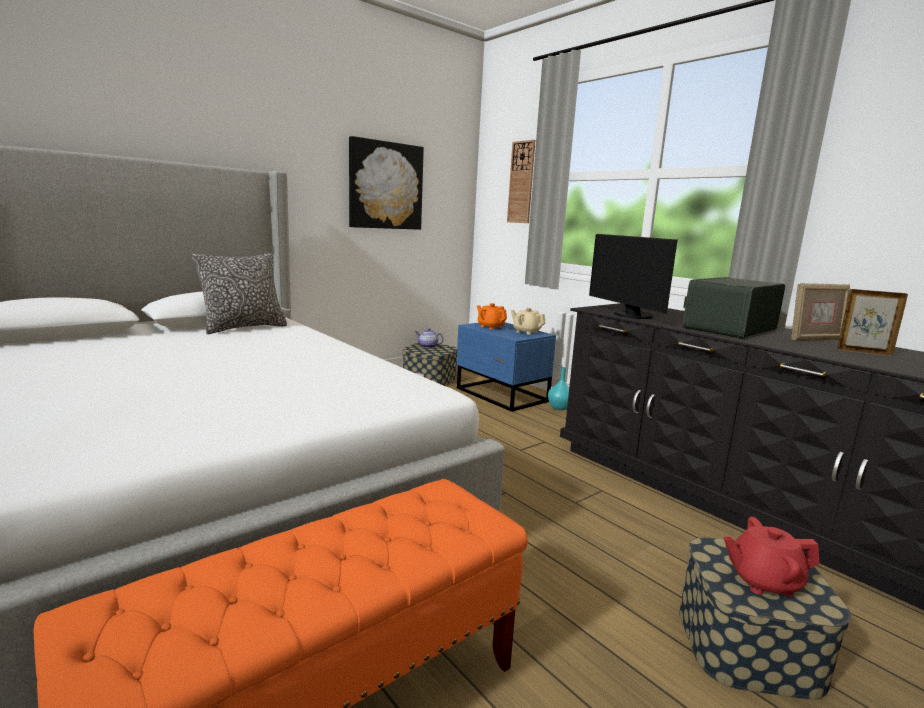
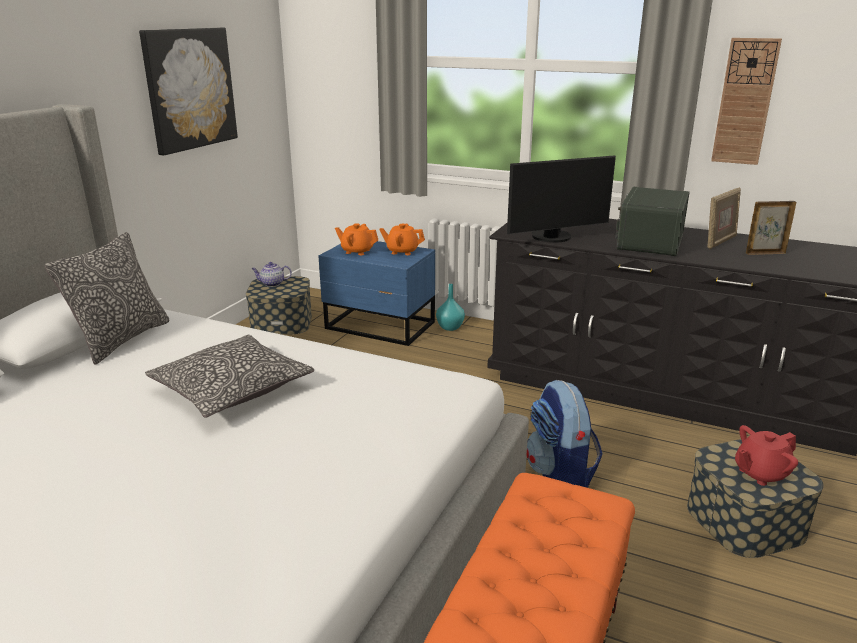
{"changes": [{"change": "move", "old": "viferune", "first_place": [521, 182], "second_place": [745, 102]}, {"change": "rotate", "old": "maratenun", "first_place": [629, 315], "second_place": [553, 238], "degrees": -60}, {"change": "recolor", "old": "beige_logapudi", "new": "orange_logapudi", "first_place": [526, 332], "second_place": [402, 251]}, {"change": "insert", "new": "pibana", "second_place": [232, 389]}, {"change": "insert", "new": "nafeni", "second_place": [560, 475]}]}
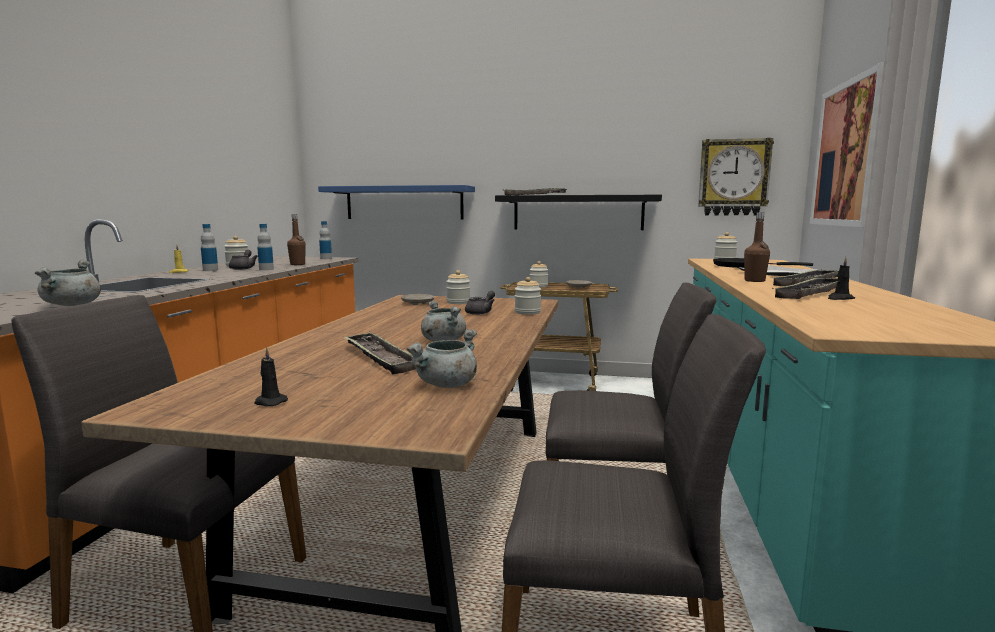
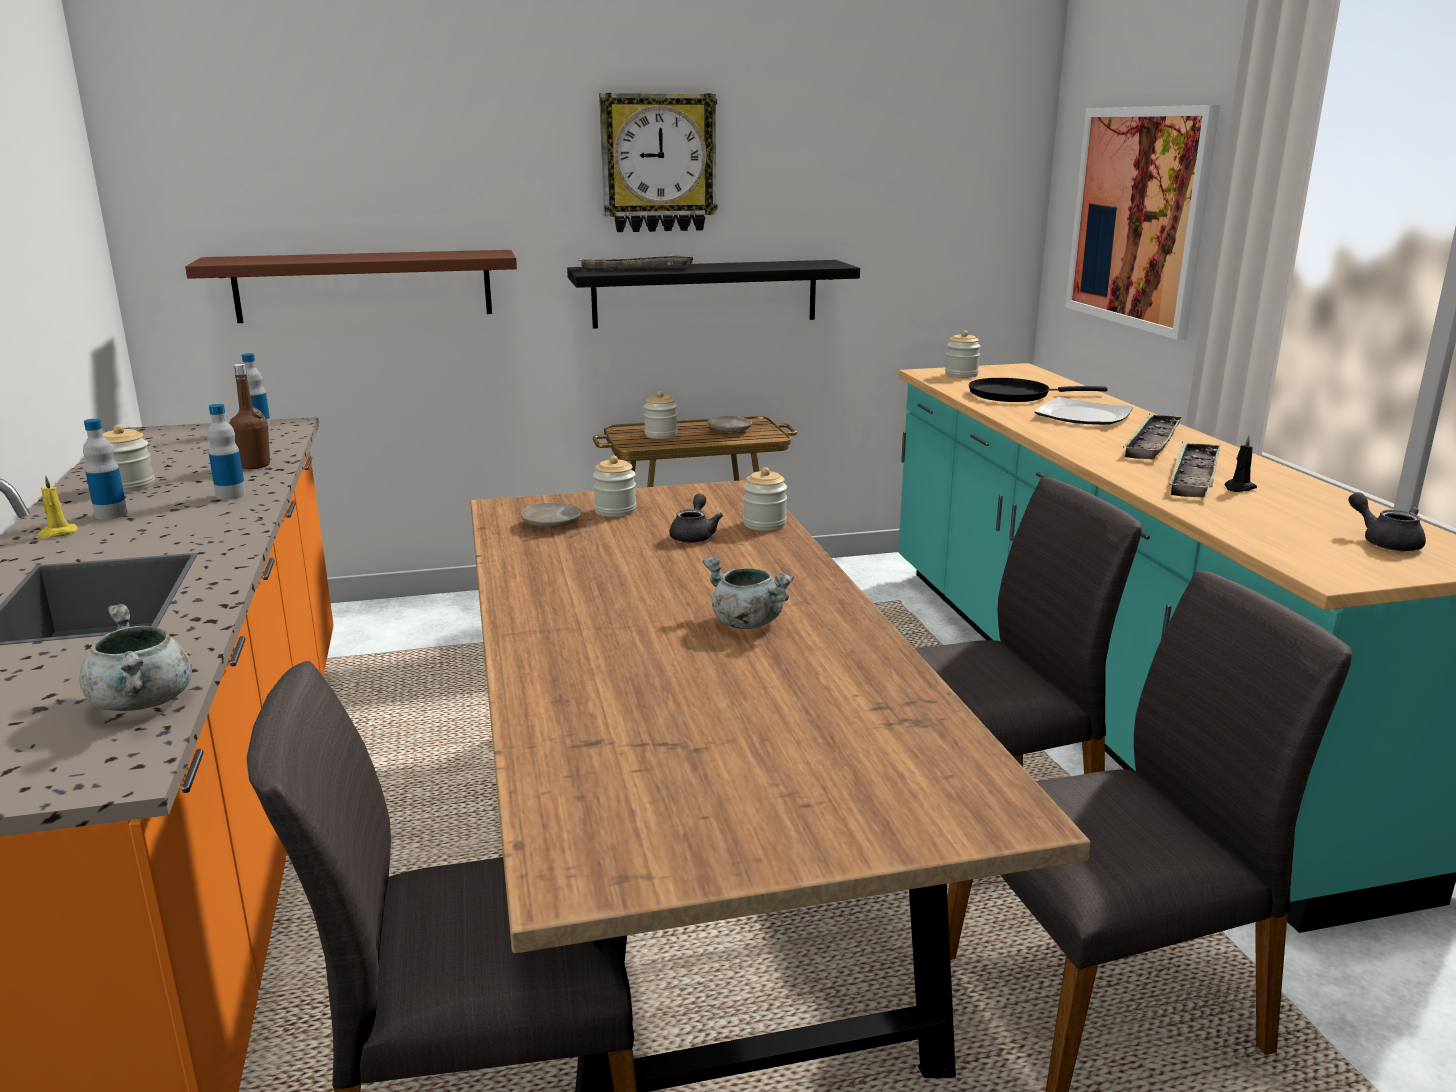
{"changes": [{"change": "move", "old": "viferune", "first_place": [733, 177], "second_place": [658, 163]}, {"change": "recolor", "old": "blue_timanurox", "new": "brown_timanurox", "first_place": [404, 203], "second_place": [364, 286]}, {"change": "delete", "old": "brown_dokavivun", "first_place": [754, 281]}, {"change": "move", "old": "grey_logapudi", "first_place": [243, 268], "second_place": [1385, 542]}, {"change": "delete", "old": "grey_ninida", "first_place": [446, 385]}, {"change": "delete", "old": "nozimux", "first_place": [380, 358]}, {"change": "delete", "old": "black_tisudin", "first_place": [269, 402]}]}
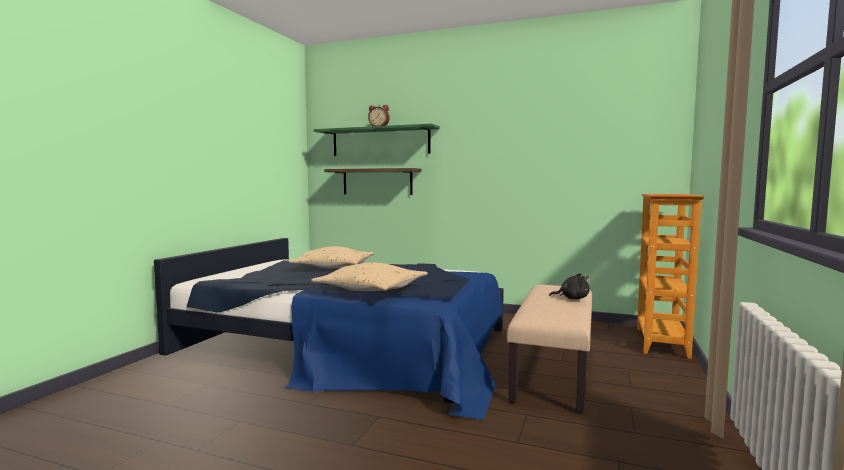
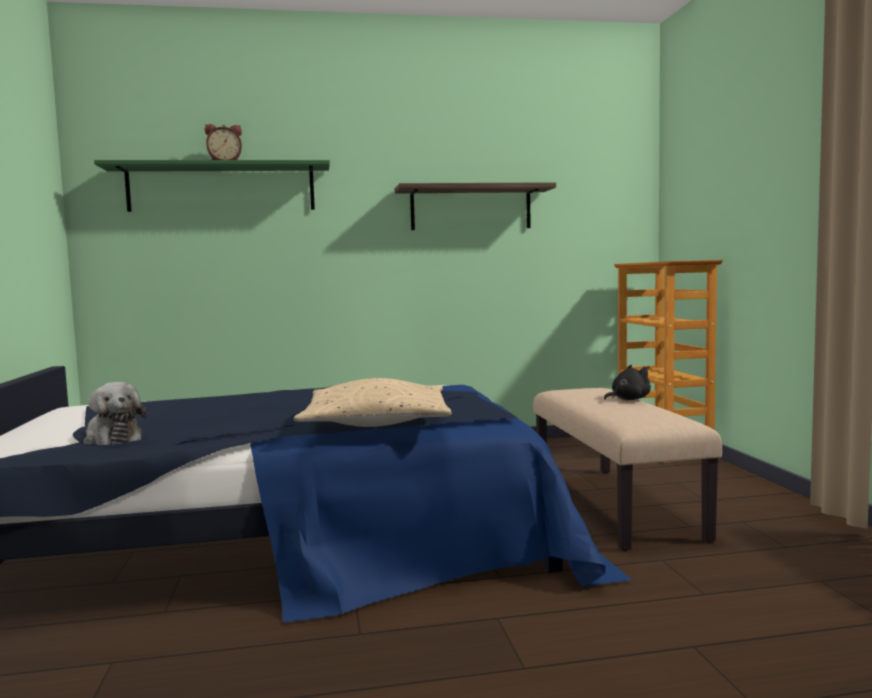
{"changes": [{"change": "move", "old": "timanurox", "first_place": [377, 181], "second_place": [471, 208]}, {"change": "delete", "old": "beige_pibana", "first_place": [334, 267]}, {"change": "insert", "new": "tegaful", "second_place": [112, 438]}]}
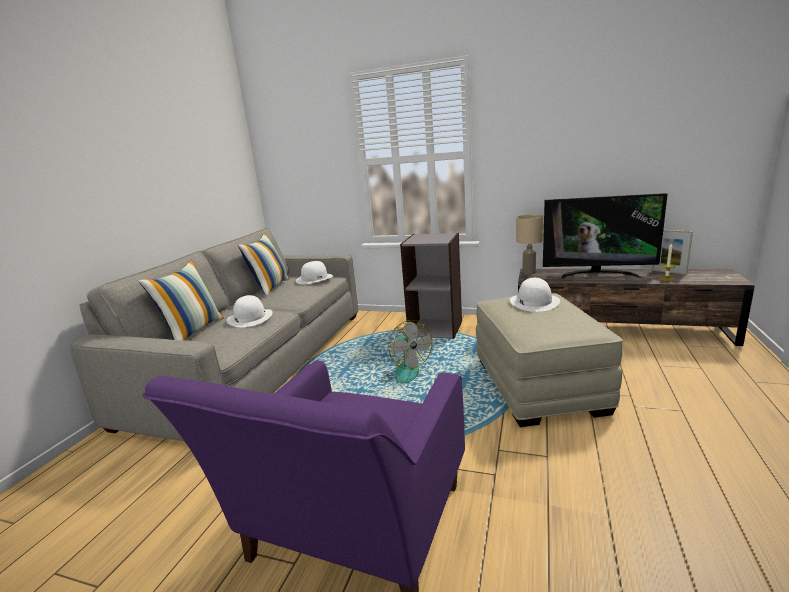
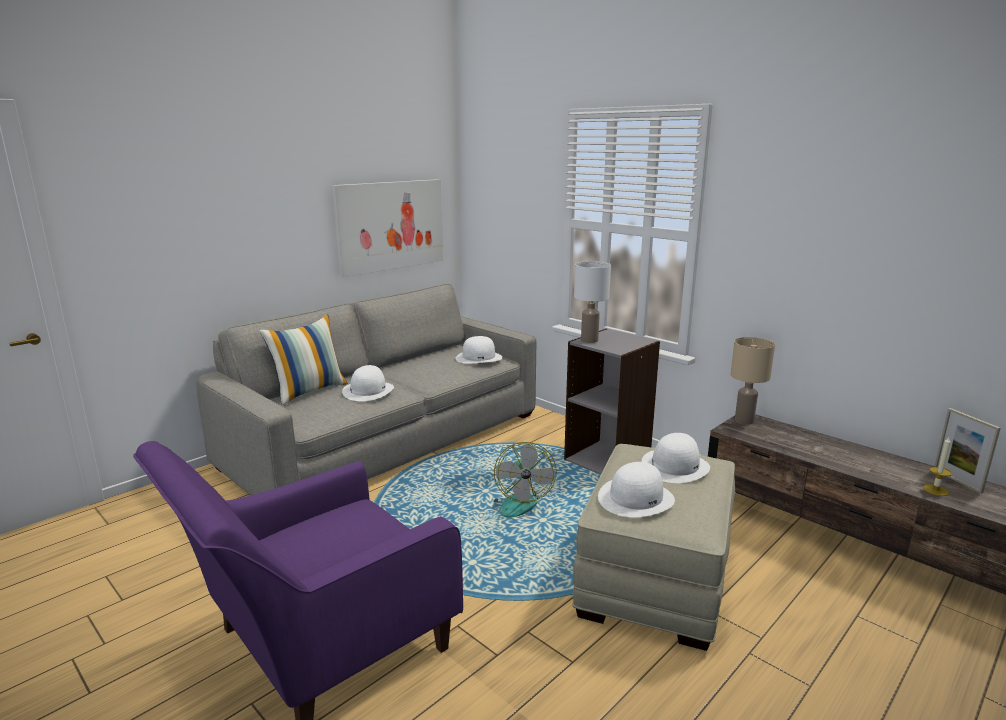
{"changes": [{"change": "delete", "old": "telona", "first_place": [597, 274]}, {"change": "delete", "old": "pibana", "first_place": [270, 287]}, {"change": "insert", "new": "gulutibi", "second_place": [390, 225]}, {"change": "insert", "new": "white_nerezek", "second_place": [590, 340]}, {"change": "insert", "new": "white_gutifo", "second_place": [636, 498]}]}
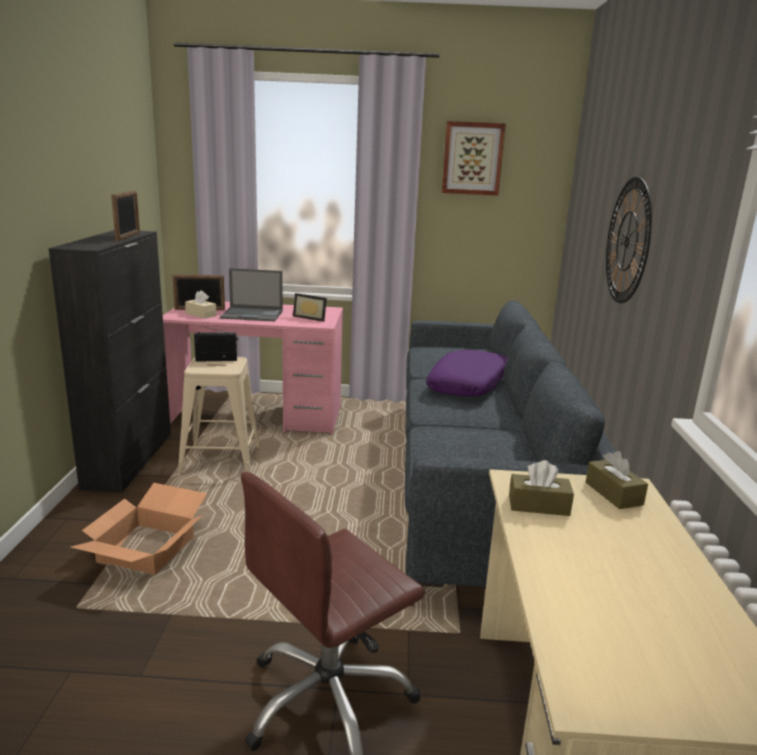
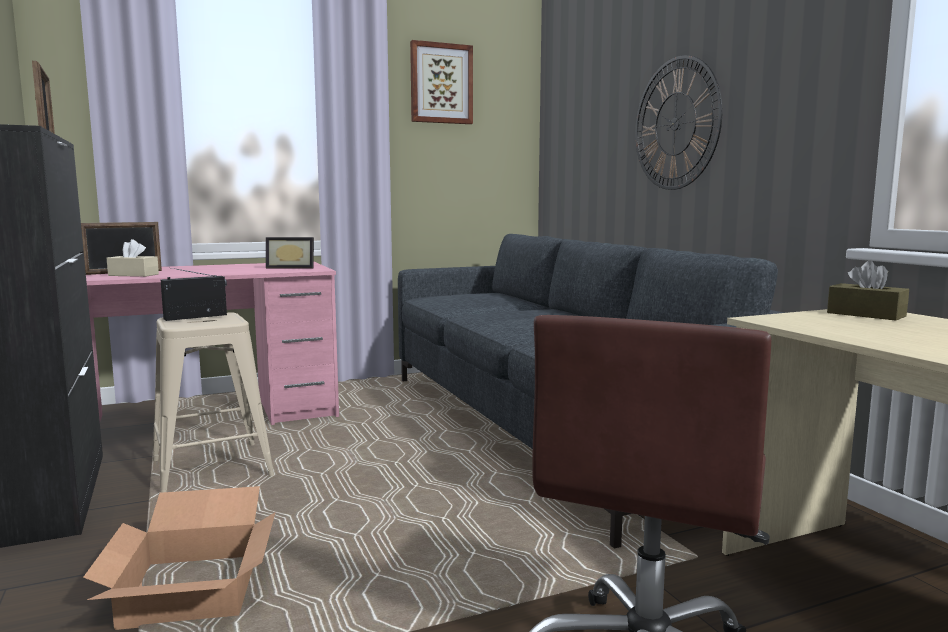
{"changes": [{"change": "delete", "old": "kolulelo", "first_place": [253, 315]}, {"change": "delete", "old": "purple_pibana", "first_place": [469, 384]}, {"change": "delete", "old": "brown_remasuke", "first_place": [538, 505]}]}
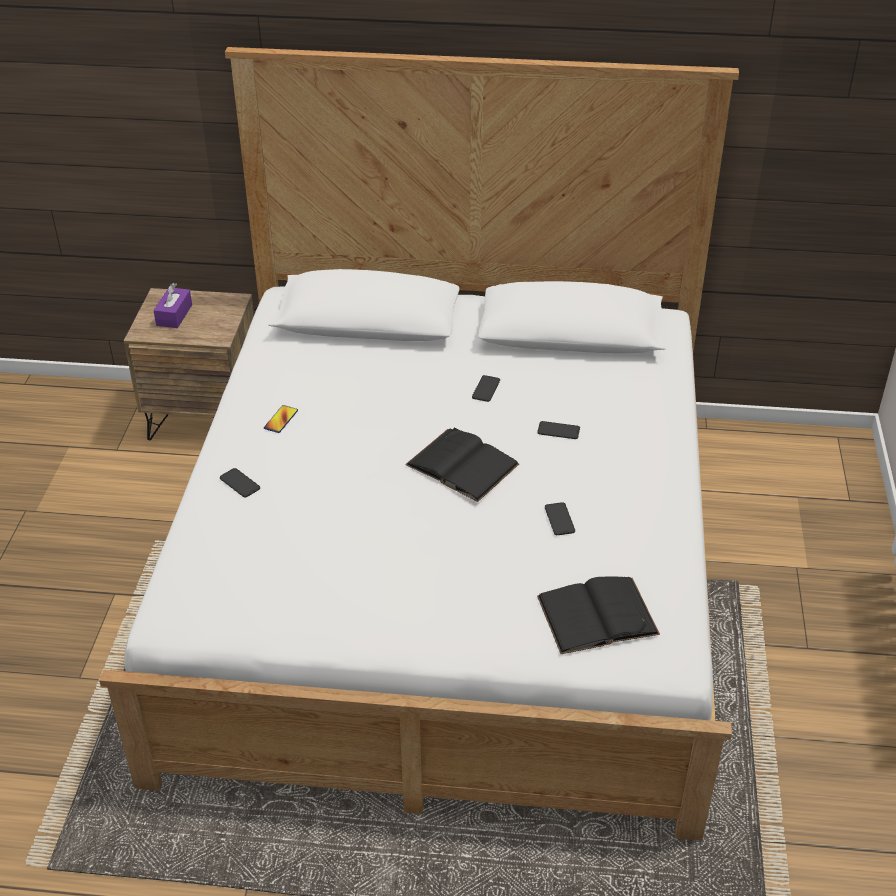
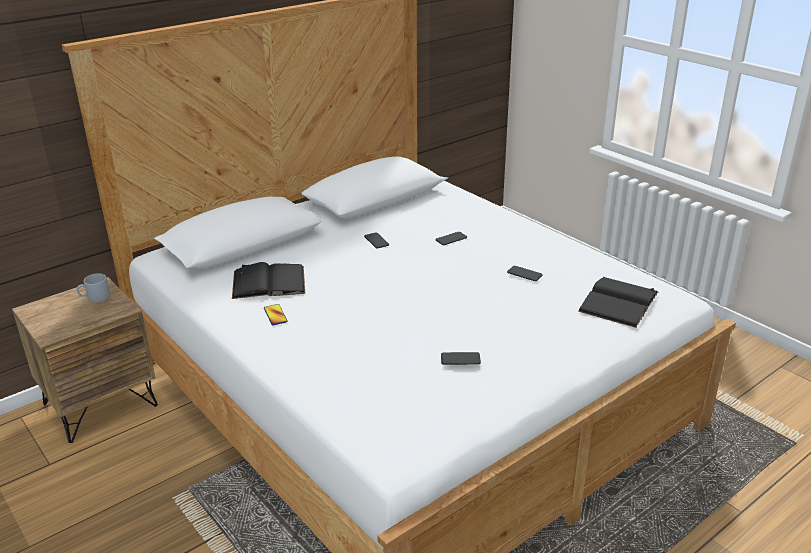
{"changes": [{"change": "delete", "old": "purple_remasuke", "first_place": [174, 315]}, {"change": "move", "old": "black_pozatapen", "first_place": [462, 464], "second_place": [268, 282]}, {"change": "move", "old": "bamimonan", "first_place": [240, 483], "second_place": [460, 359]}, {"change": "insert", "new": "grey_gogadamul", "second_place": [95, 298]}]}
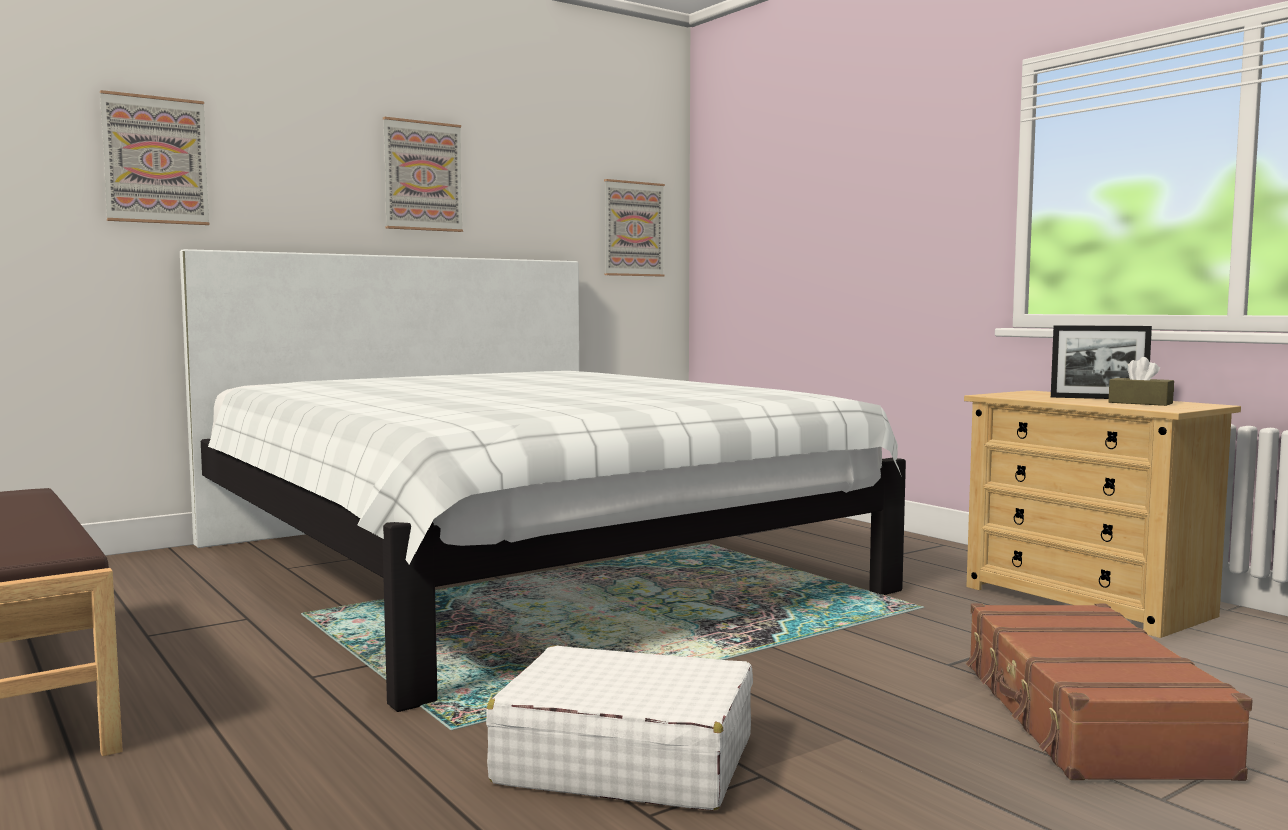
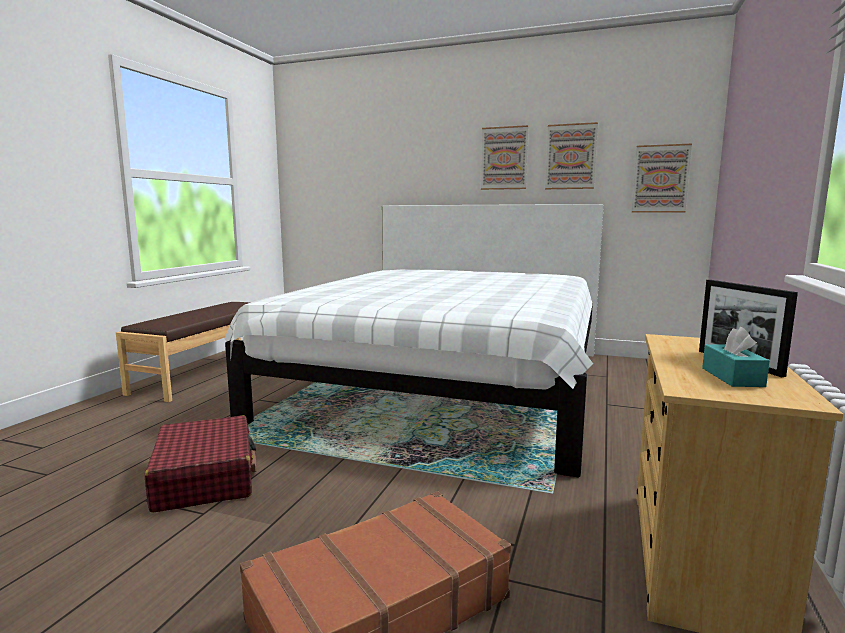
{"changes": [{"change": "move", "old": "gulutibi", "first_place": [155, 160], "second_place": [571, 156]}, {"change": "recolor", "old": "brown_remasuke", "new": "turquoise_remasuke", "first_place": [1140, 403], "second_place": [732, 377]}, {"change": "recolor", "old": "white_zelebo", "new": "red_zelebo", "first_place": [625, 760], "second_place": [205, 477]}]}
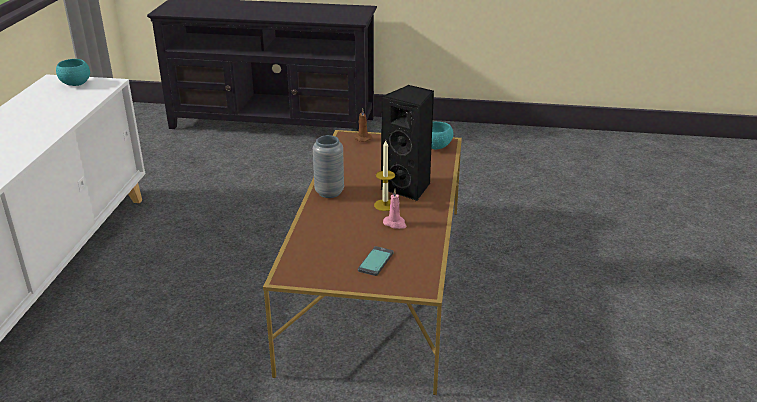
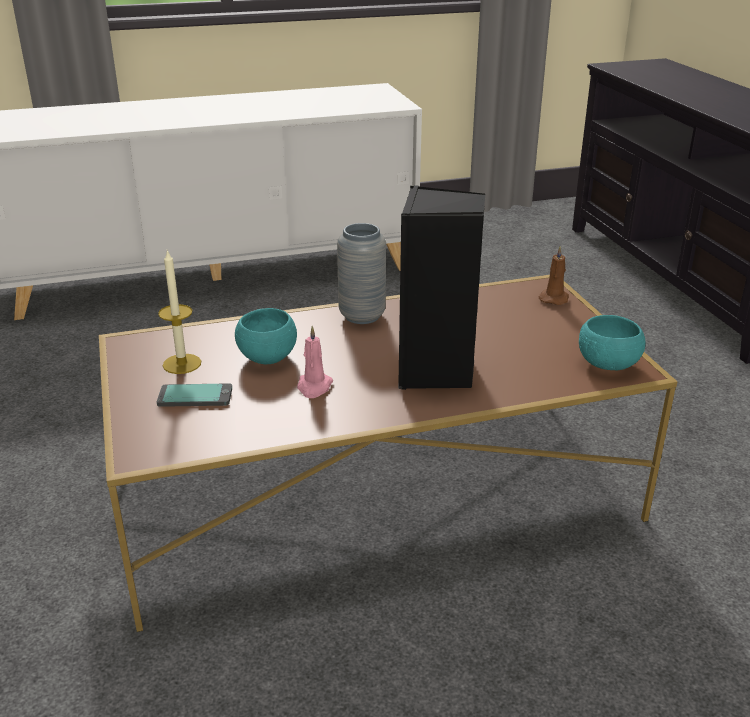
{"changes": [{"change": "move", "old": "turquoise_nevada", "first_place": [75, 84], "second_place": [268, 357]}, {"change": "move", "old": "tisudin", "first_place": [385, 205], "second_place": [182, 364]}]}
